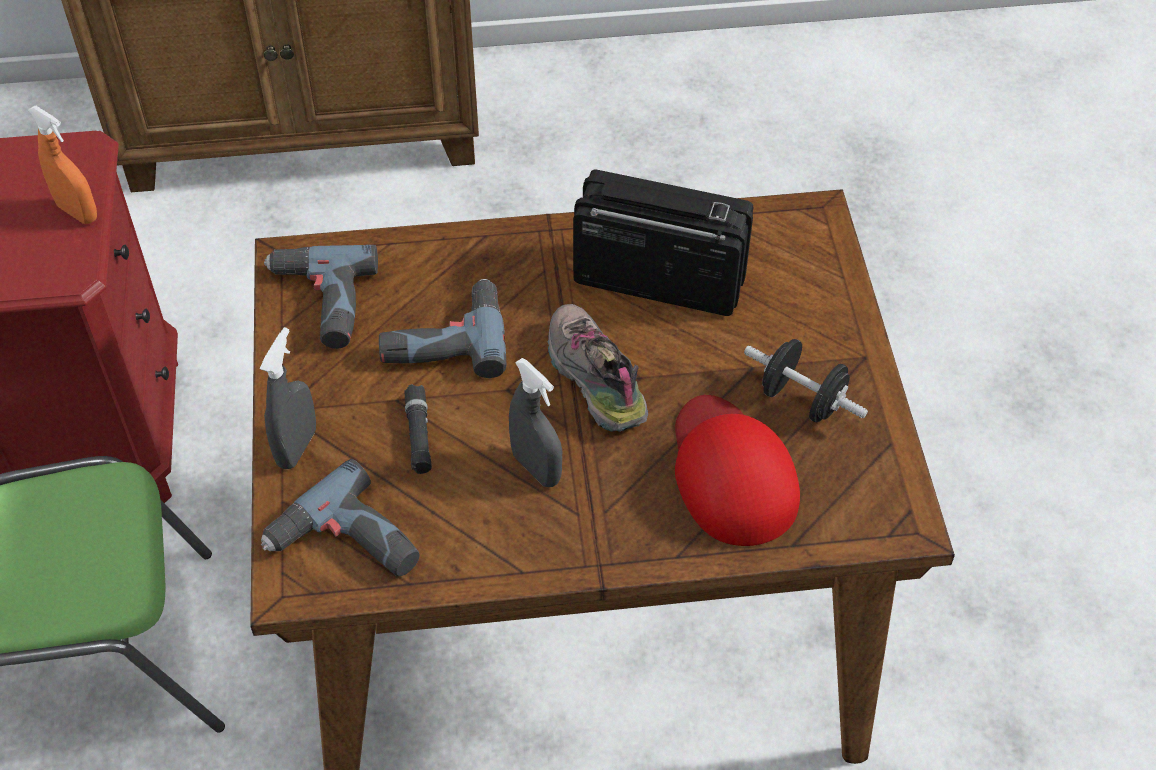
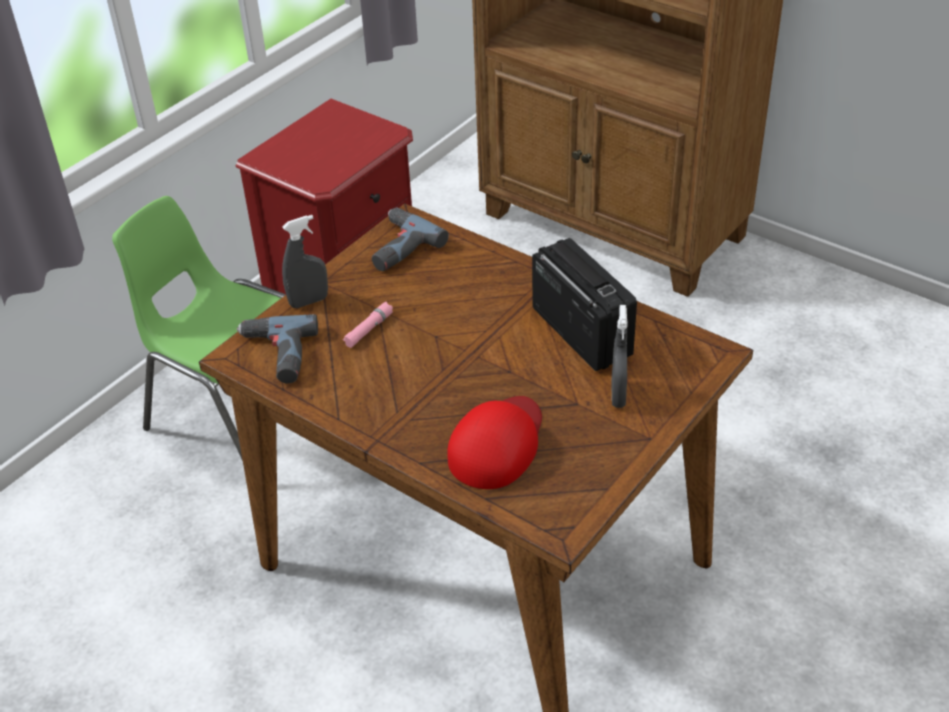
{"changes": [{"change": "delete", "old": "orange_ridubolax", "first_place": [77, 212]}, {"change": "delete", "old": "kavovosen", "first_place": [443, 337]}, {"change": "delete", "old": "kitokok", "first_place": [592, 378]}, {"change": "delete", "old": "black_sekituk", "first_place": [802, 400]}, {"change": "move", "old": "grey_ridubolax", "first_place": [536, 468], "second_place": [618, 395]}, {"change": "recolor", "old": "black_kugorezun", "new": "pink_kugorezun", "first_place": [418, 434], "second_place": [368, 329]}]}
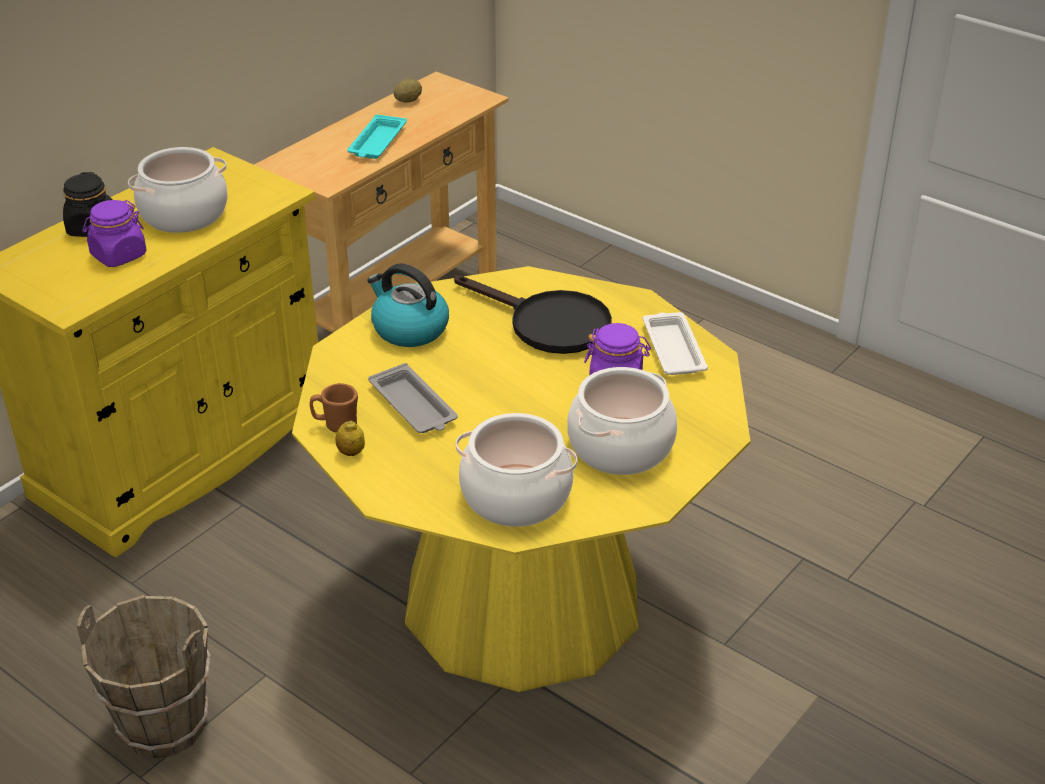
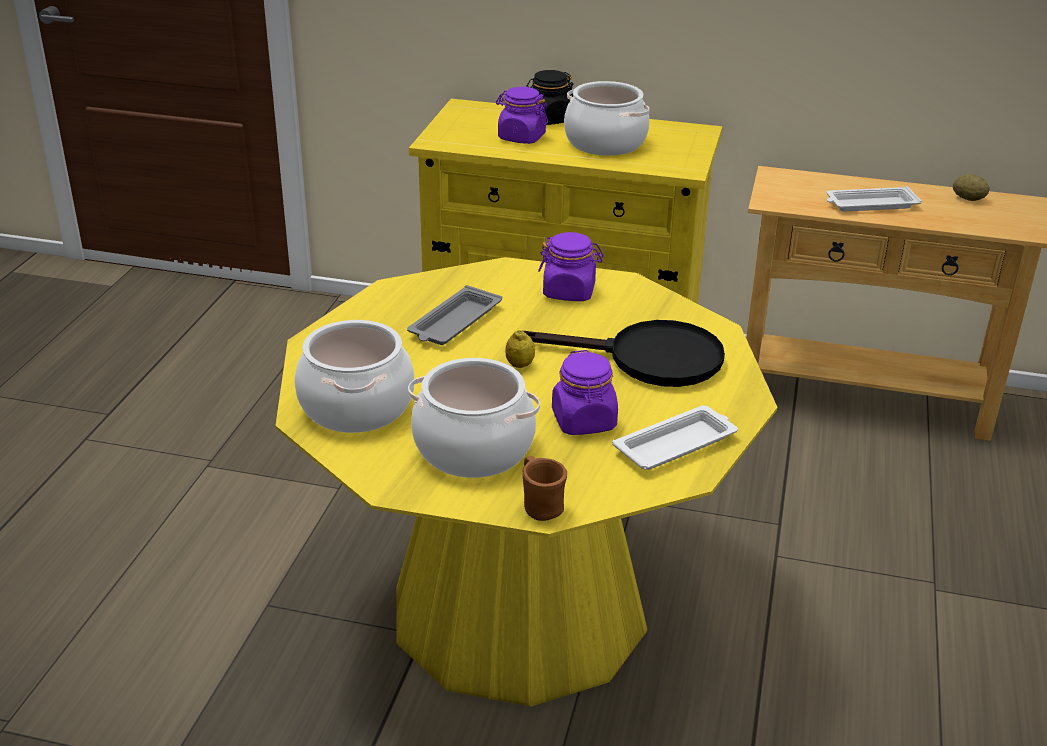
{"changes": [{"change": "recolor", "old": "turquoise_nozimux", "new": "white_nozimux", "first_place": [377, 143], "second_place": [870, 204]}, {"change": "replace", "old": "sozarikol", "new": "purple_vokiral", "first_place": [409, 329], "second_place": [569, 292]}, {"change": "rotate", "old": "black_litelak", "first_place": [548, 323], "second_place": [648, 359], "degrees": -90}, {"change": "move", "old": "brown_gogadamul", "first_place": [336, 425], "second_place": [540, 506]}, {"change": "move", "old": "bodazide", "first_place": [351, 452], "second_place": [520, 365]}, {"change": "delete", "old": "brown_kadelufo", "first_place": [164, 724]}]}
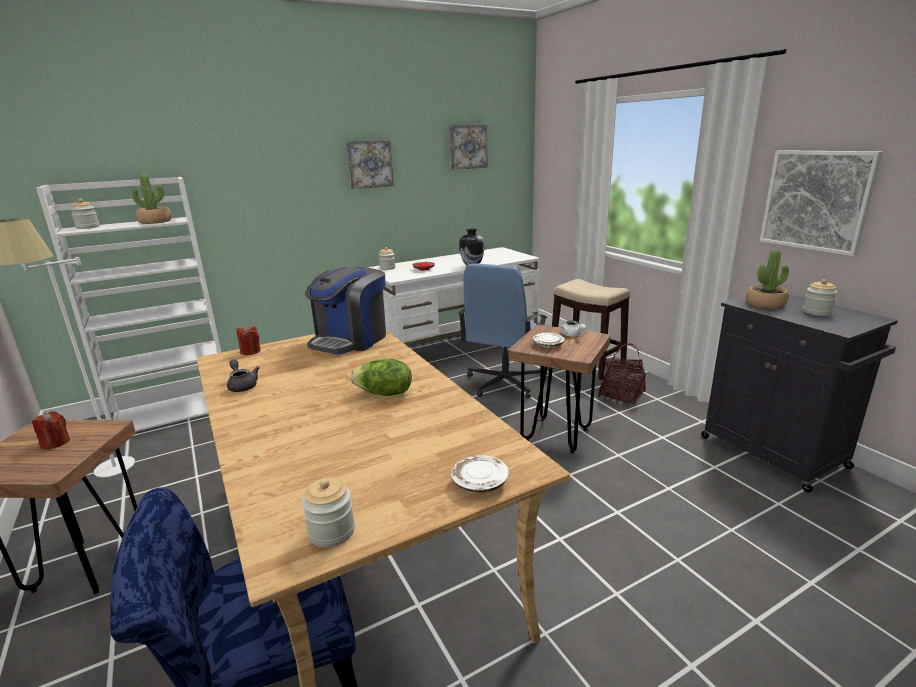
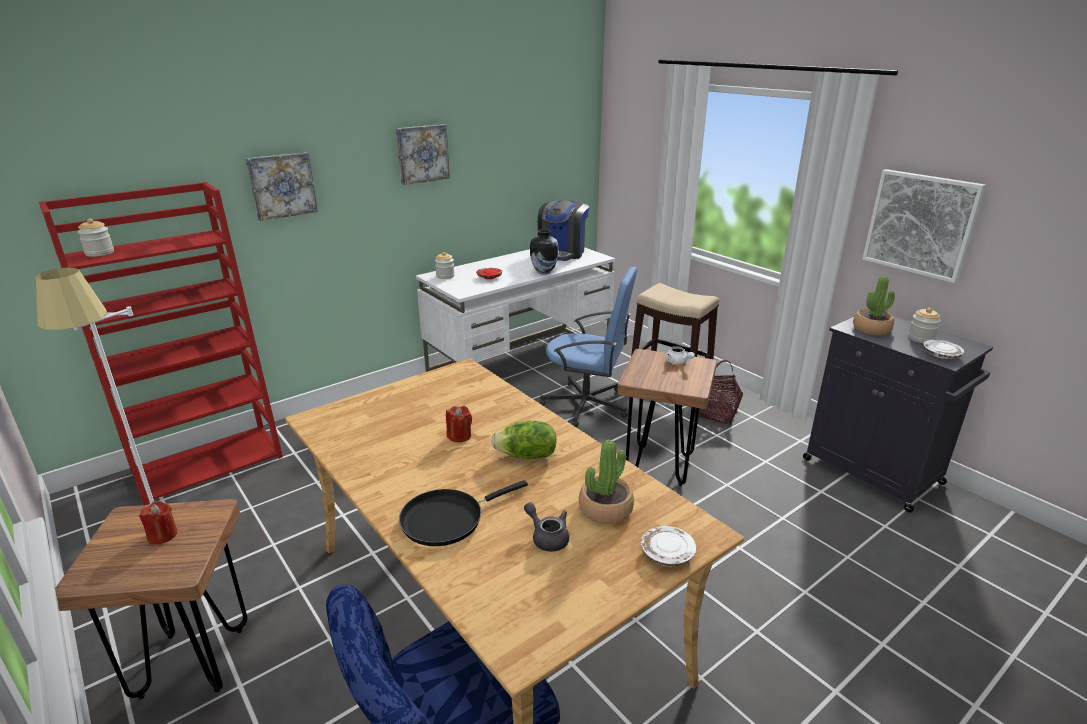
{"changes": [{"change": "move", "old": "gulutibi", "first_place": [467, 147], "second_place": [282, 185]}, {"change": "move", "old": "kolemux", "first_place": [155, 222], "second_place": [605, 509]}, {"change": "recolor", "old": "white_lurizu", "new": "red_lurizu", "first_place": [176, 411], "second_place": [209, 463]}, {"change": "rotate", "old": "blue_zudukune", "first_place": [504, 383], "second_place": [587, 405], "degrees": -90}, {"change": "move", "old": "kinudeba", "first_place": [350, 340], "second_place": [562, 253]}, {"change": "move", "old": "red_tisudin", "first_place": [250, 351], "second_place": [459, 436]}, {"change": "move", "old": "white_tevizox", "first_place": [548, 345], "second_place": [941, 355]}, {"change": "move", "old": "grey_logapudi", "first_place": [242, 385], "second_place": [547, 537]}, {"change": "delete", "old": "vokiral", "first_place": [331, 532]}, {"change": "insert", "new": "black_litelak", "second_place": [447, 519]}]}
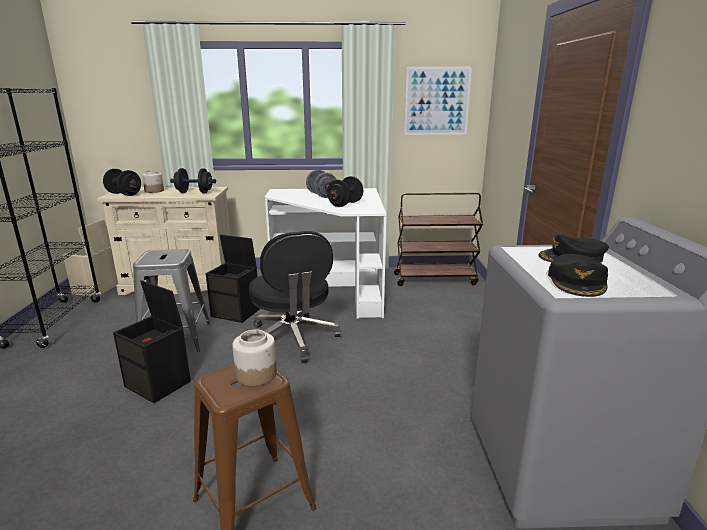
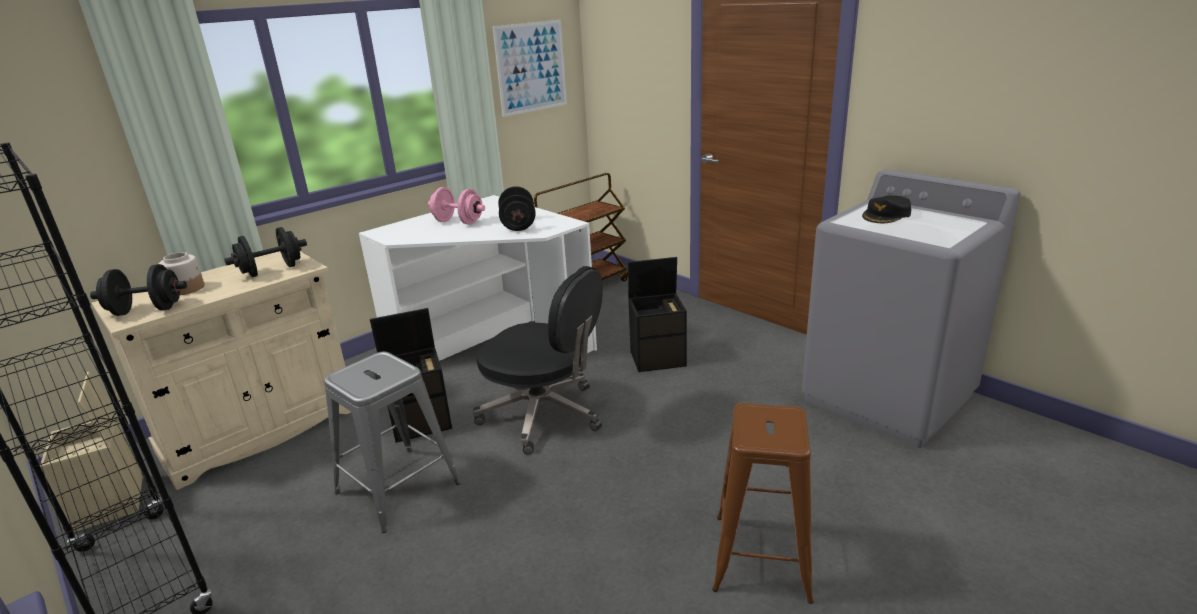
{"changes": [{"change": "recolor", "old": "grey_sekituk", "new": "pink_sekituk", "first_place": [322, 195], "second_place": [458, 222]}, {"change": "delete", "old": "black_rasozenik", "first_place": [577, 282]}, {"change": "move", "old": "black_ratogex", "first_place": [159, 384], "second_place": [658, 358]}, {"change": "delete", "old": "vokiral", "first_place": [256, 374]}]}
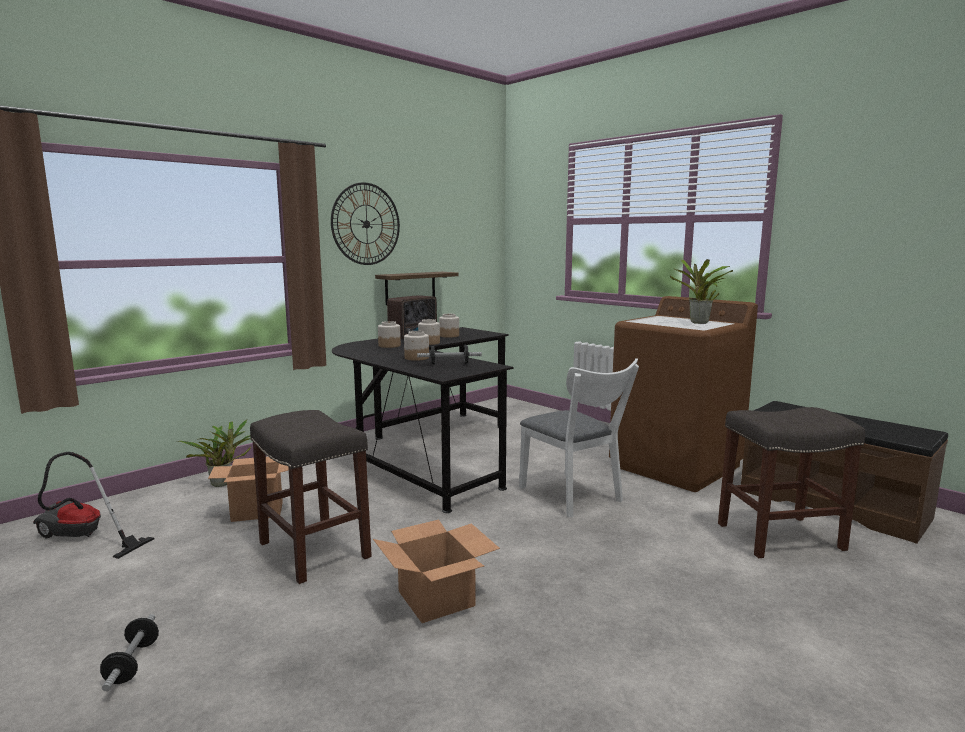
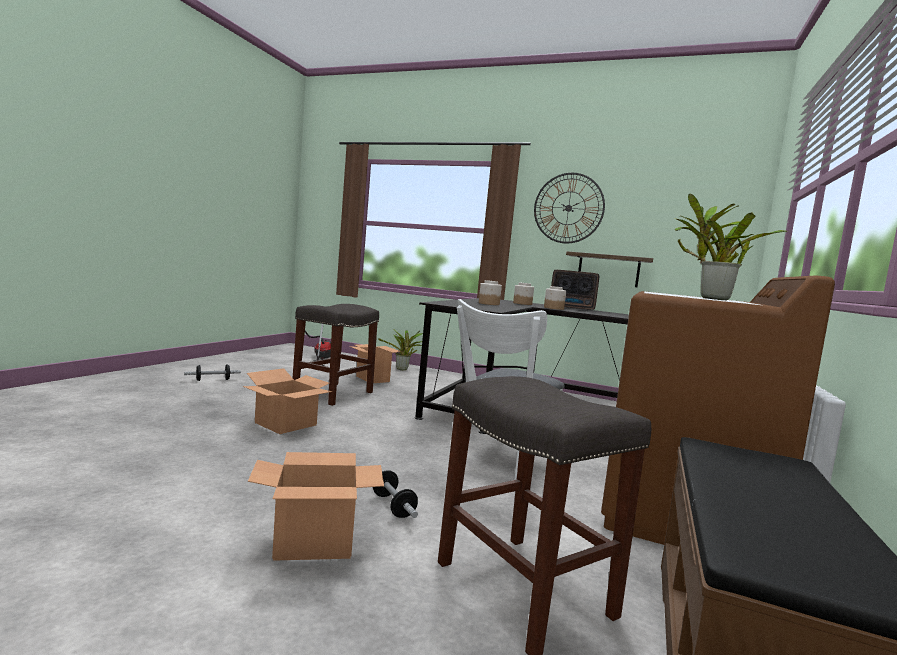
{"changes": [{"change": "delete", "old": "vokiral", "first_place": [449, 336]}, {"change": "move", "old": "sekituk", "first_place": [449, 364], "second_place": [393, 506]}, {"change": "insert", "new": "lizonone", "second_place": [315, 544]}]}
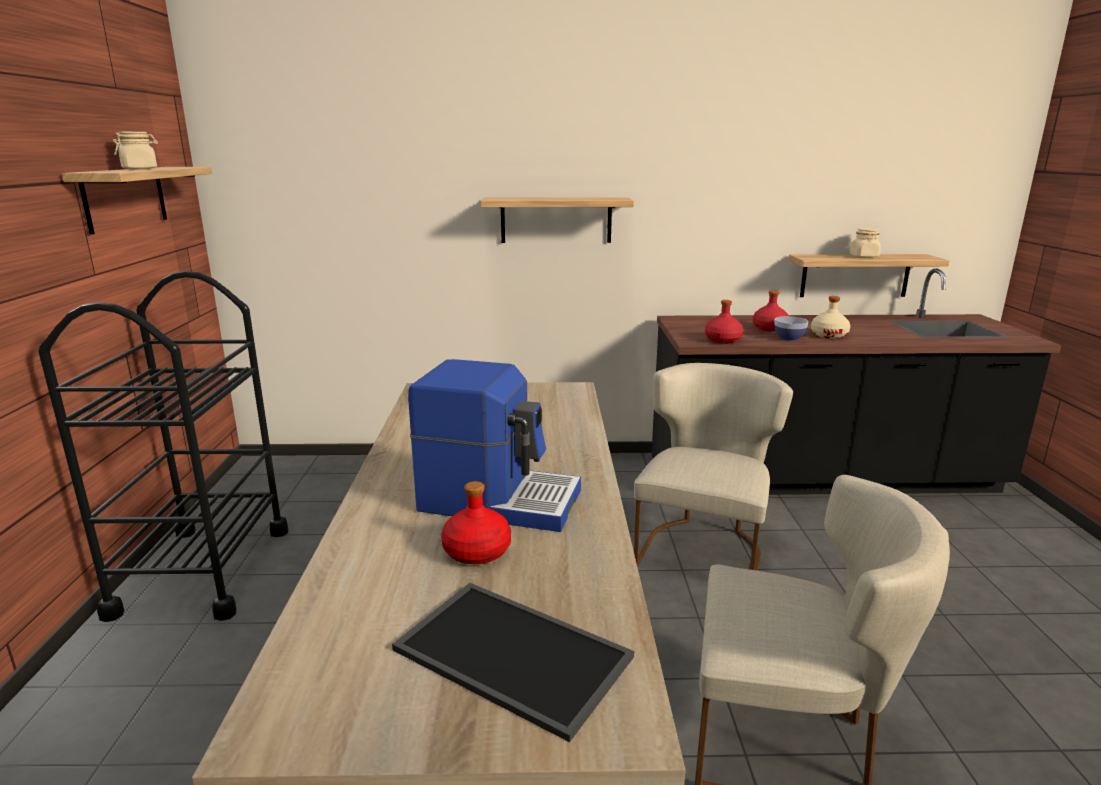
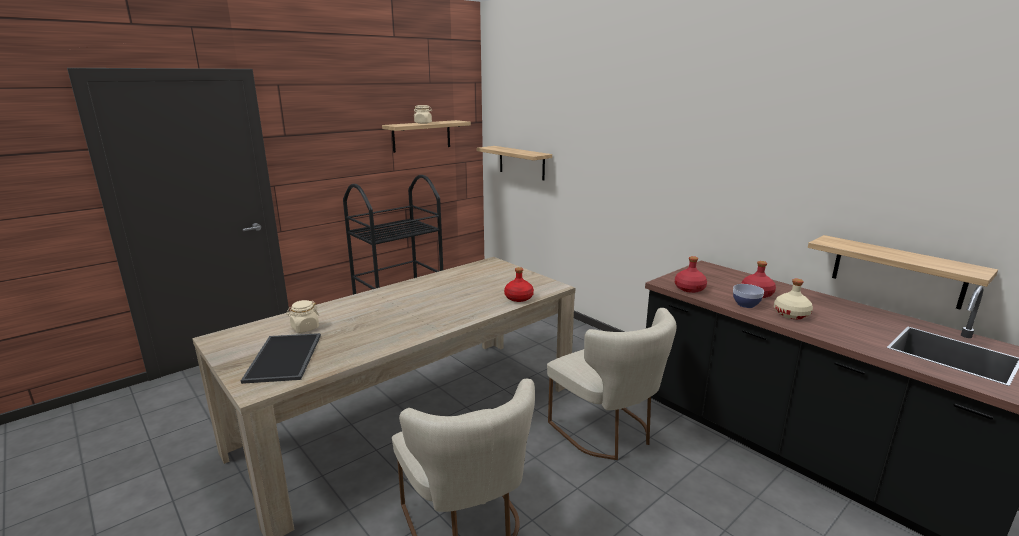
{"changes": [{"change": "move", "old": "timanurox", "first_place": [556, 220], "second_place": [521, 162]}, {"change": "move", "old": "beige_vokiral", "first_place": [864, 256], "second_place": [305, 328]}, {"change": "delete", "old": "kinudeba", "first_place": [499, 499]}, {"change": "rotate", "old": "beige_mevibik", "first_place": [703, 548], "second_place": [608, 432], "degrees": 75}, {"change": "move", "old": "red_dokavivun", "first_place": [478, 551], "second_place": [519, 298]}]}
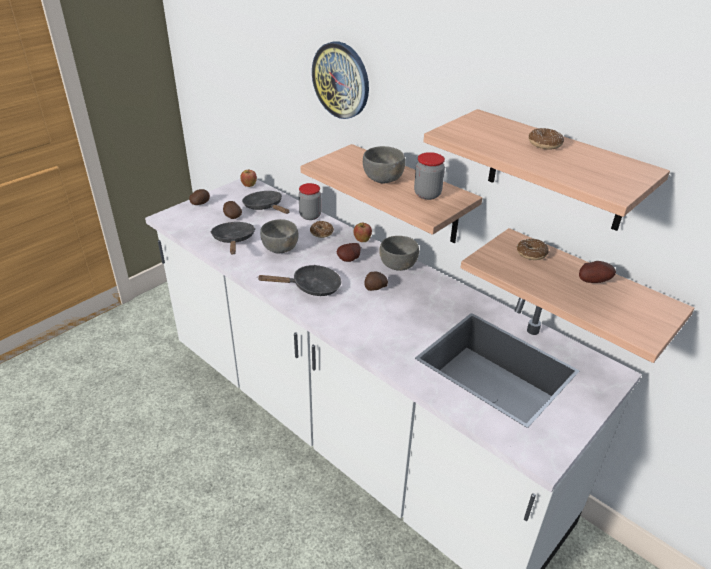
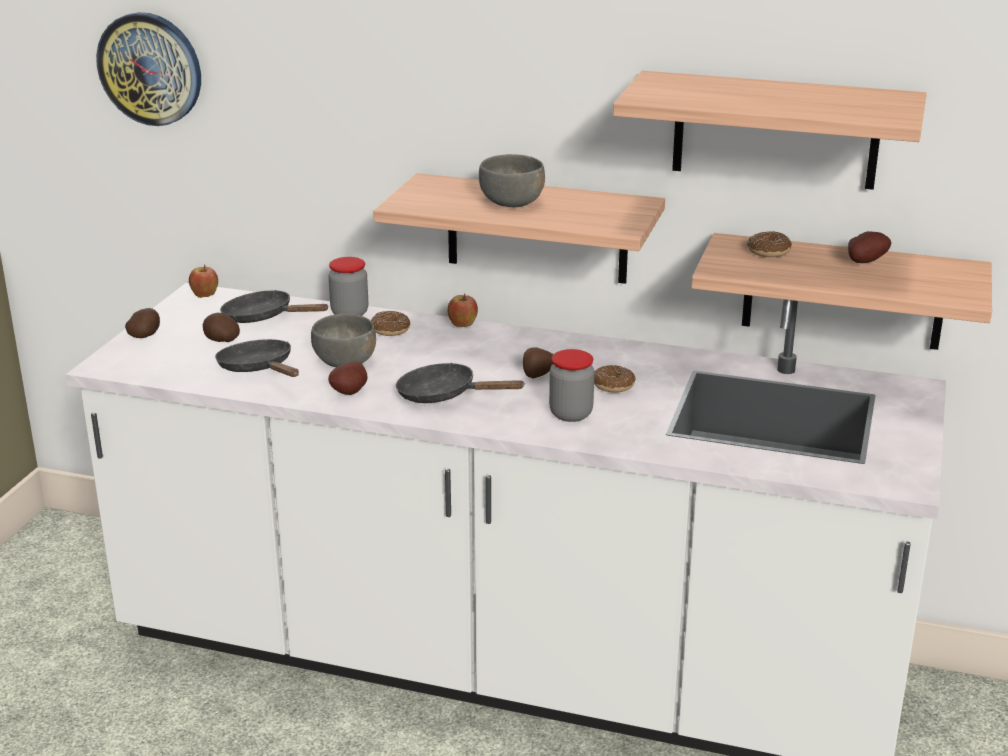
{"changes": [{"change": "move", "old": "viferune", "first_place": [341, 80], "second_place": [150, 68]}, {"change": "move", "old": "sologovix", "first_place": [544, 144], "second_place": [613, 385]}, {"change": "move", "old": "vokiral", "first_place": [427, 194], "second_place": [571, 414]}, {"change": "delete", "old": "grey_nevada", "first_place": [397, 264]}, {"change": "move", "old": "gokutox", "first_place": [350, 260], "second_place": [351, 393]}, {"change": "rotate", "old": "black_litelak", "first_place": [311, 287], "second_place": [444, 395], "degrees": -120}]}
